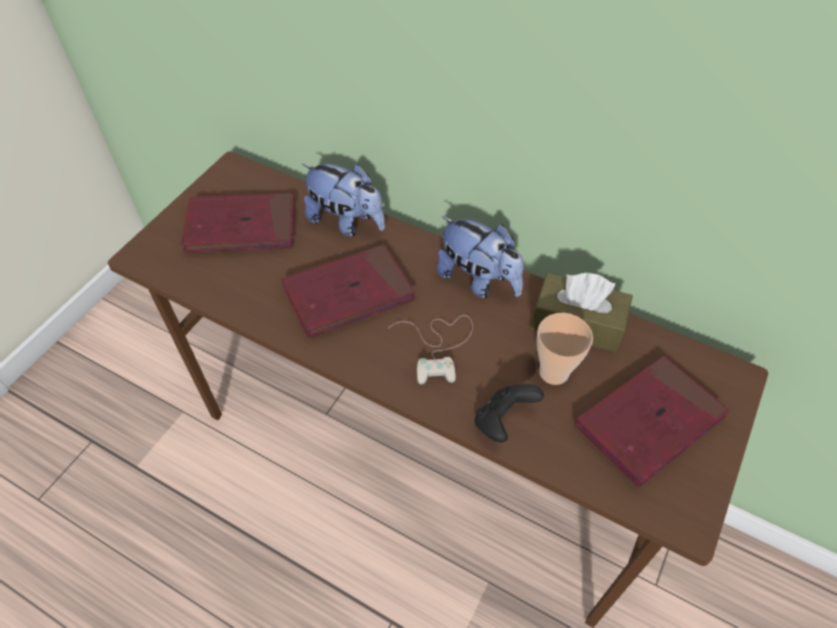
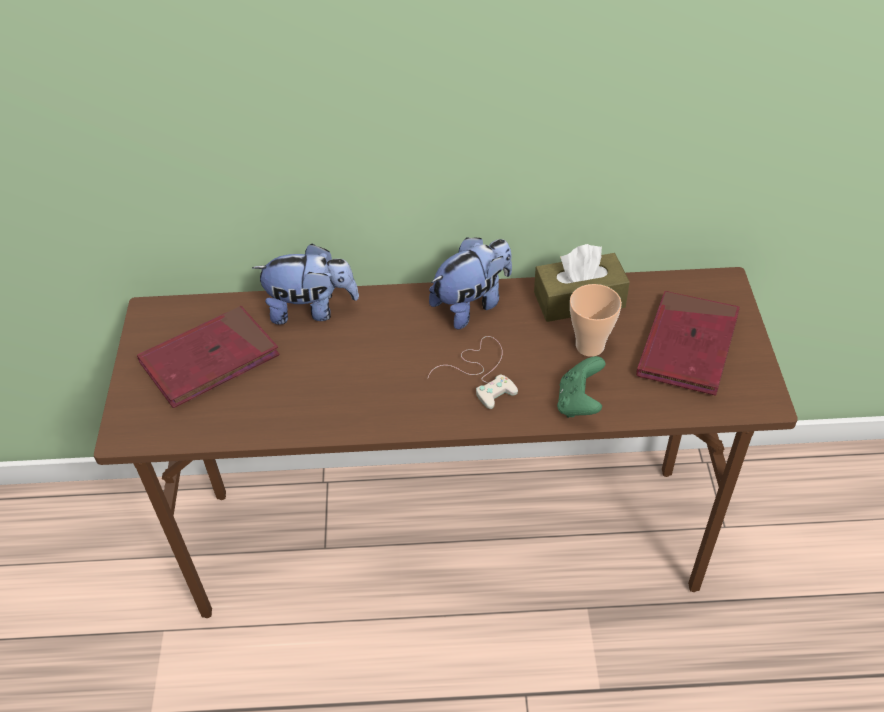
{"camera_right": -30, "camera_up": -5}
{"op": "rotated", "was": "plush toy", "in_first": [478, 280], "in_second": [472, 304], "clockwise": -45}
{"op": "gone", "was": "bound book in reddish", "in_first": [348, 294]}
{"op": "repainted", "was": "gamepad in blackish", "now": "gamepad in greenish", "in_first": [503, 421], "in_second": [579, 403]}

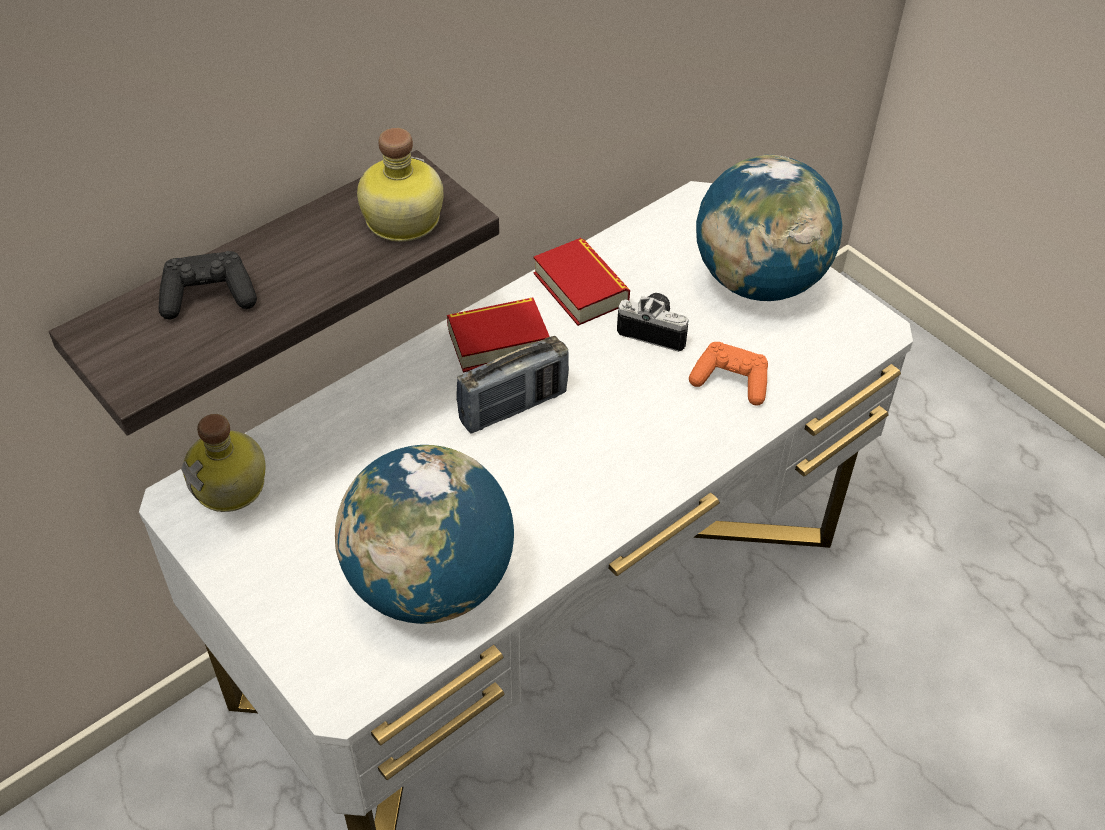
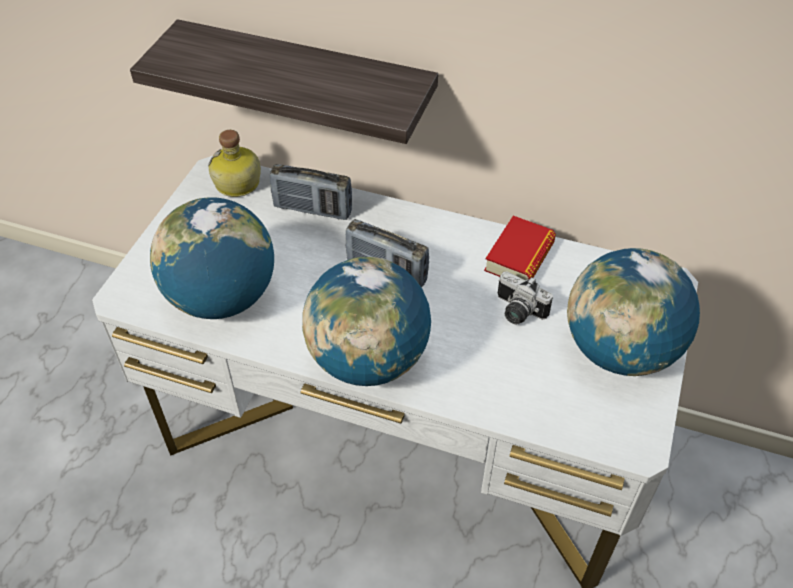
{"camera_right": 60, "camera_up": 0}
{"op": "gone", "was": "beverage bottle", "in_first": [400, 220]}
{"op": "gone", "was": "gamepad in blackish", "in_first": [208, 297]}
{"op": "rotated", "was": "photo camera", "in_first": [655, 329], "in_second": [517, 312], "clockwise": 135}
{"op": "gone", "was": "bound book", "in_first": [498, 341]}
{"op": "gone", "was": "gamepad in orange-coloured", "in_first": [731, 381]}
{"op": "new", "now": "radio set", "in_second": [312, 209]}
{"op": "new", "now": "world globe", "in_second": [368, 360]}

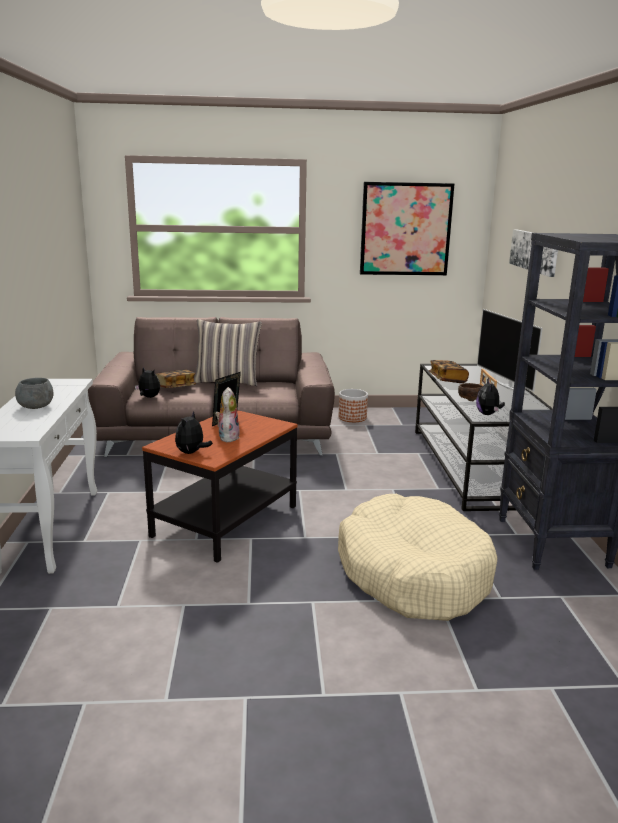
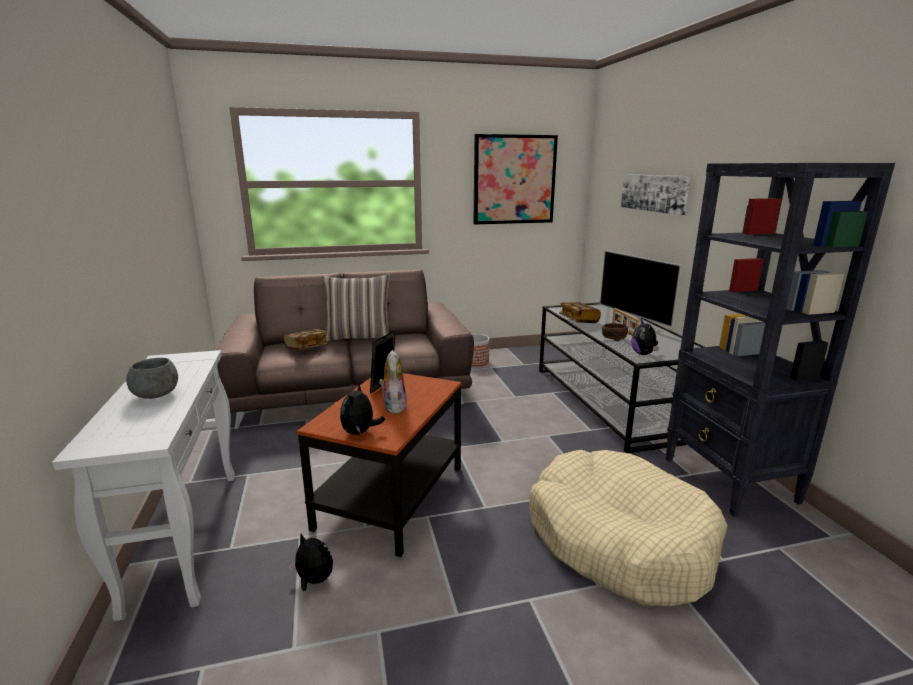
{"camera_right": -10, "camera_up": 0}
{"op": "shifted", "was": "plush toy", "in_first": [148, 397], "in_second": [313, 580]}

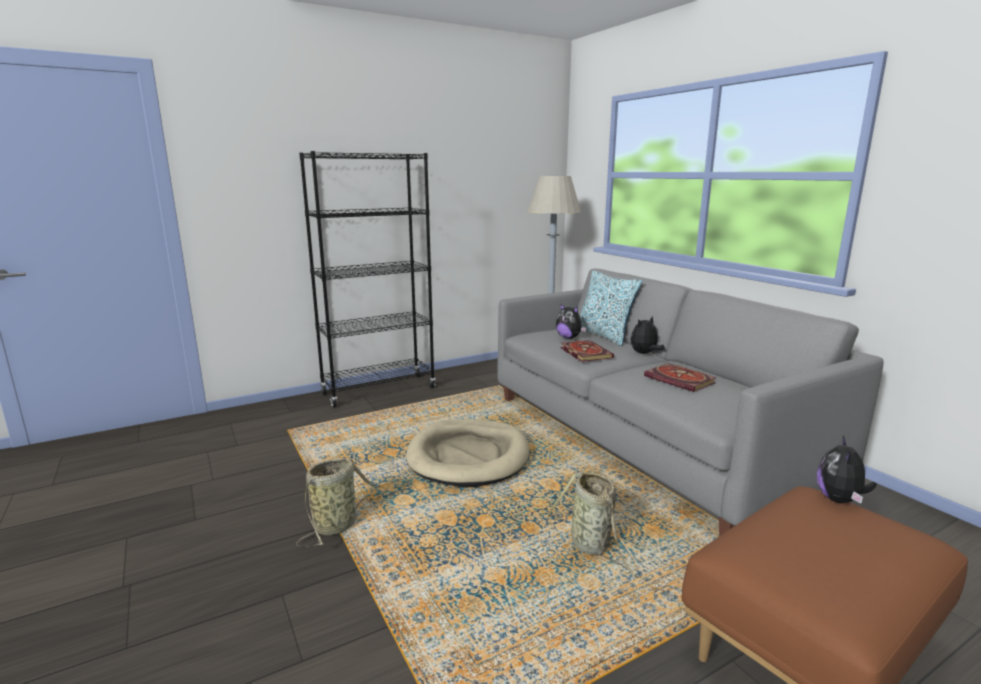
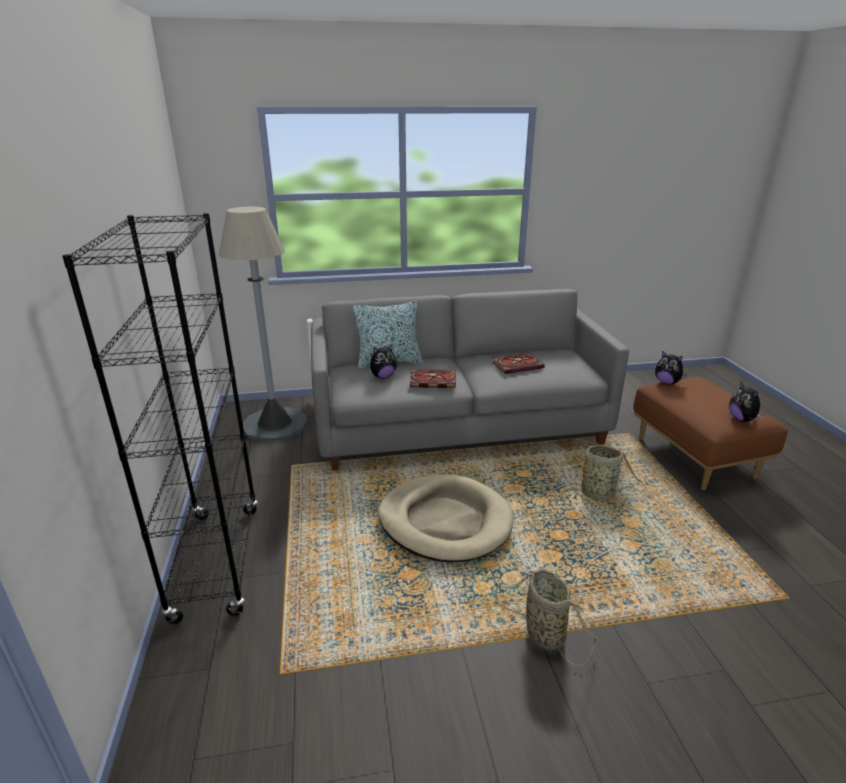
{"camera_right": -70, "camera_up": 10}
{"op": "shifted", "was": "plush toy", "in_first": [644, 353], "in_second": [742, 419]}

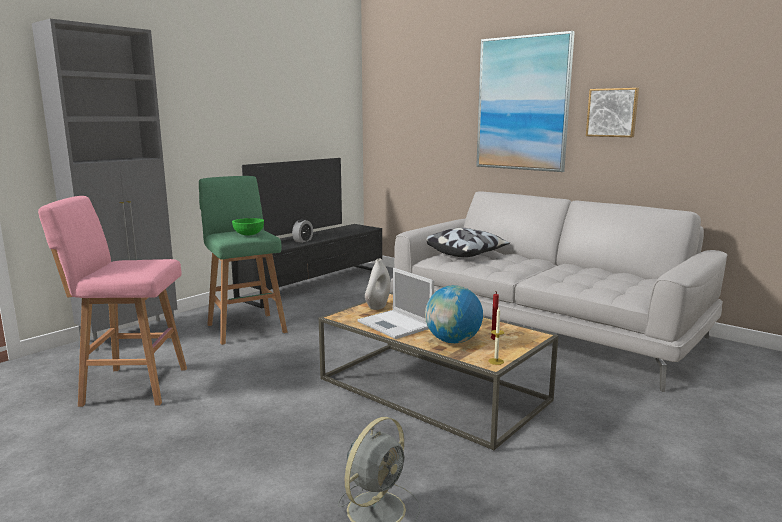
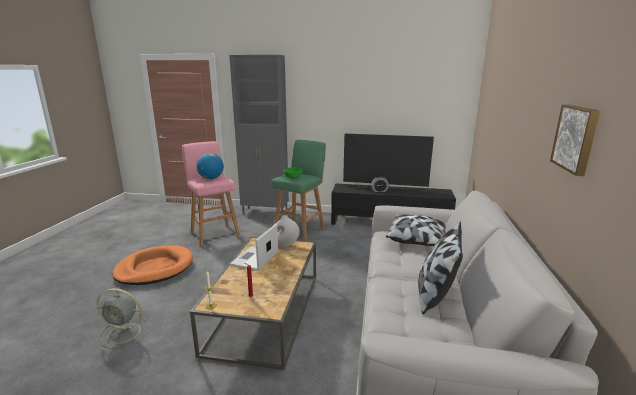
{"camera_right": 60, "camera_up": 5}
{"op": "gone", "was": "wall art", "in_first": [522, 104]}
{"op": "shifted", "was": "world globe", "in_first": [453, 341], "in_second": [211, 178]}
{"op": "new", "now": "cushion", "in_second": [435, 295]}
{"op": "new", "now": "dog bed in orange-coloured", "in_second": [155, 268]}

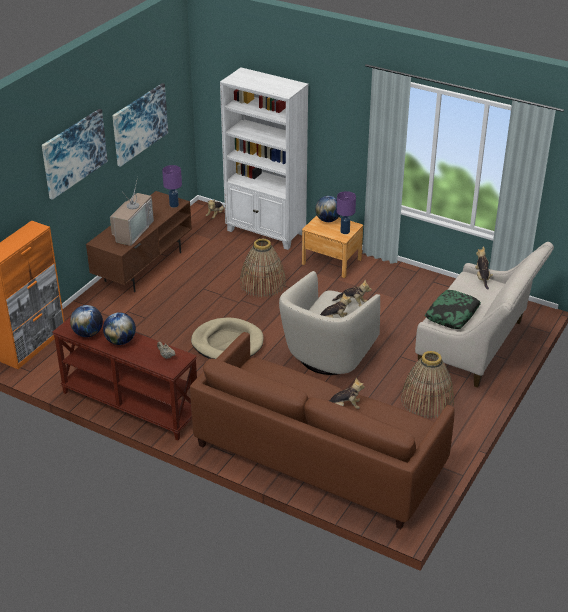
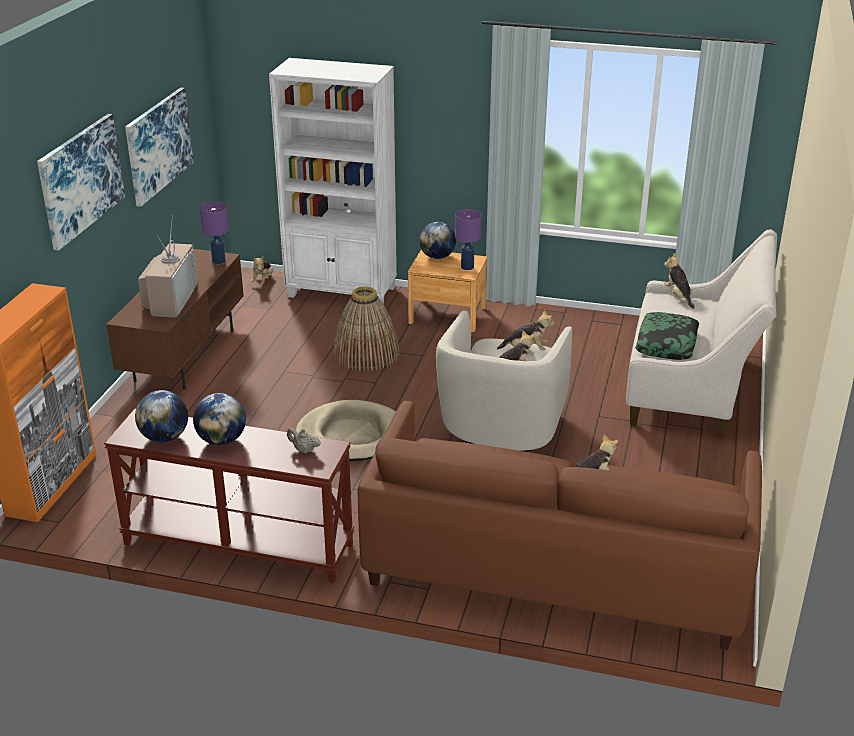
{"camera_right": -15, "camera_up": -5}
{"op": "gone", "was": "household basket", "in_first": [427, 400]}

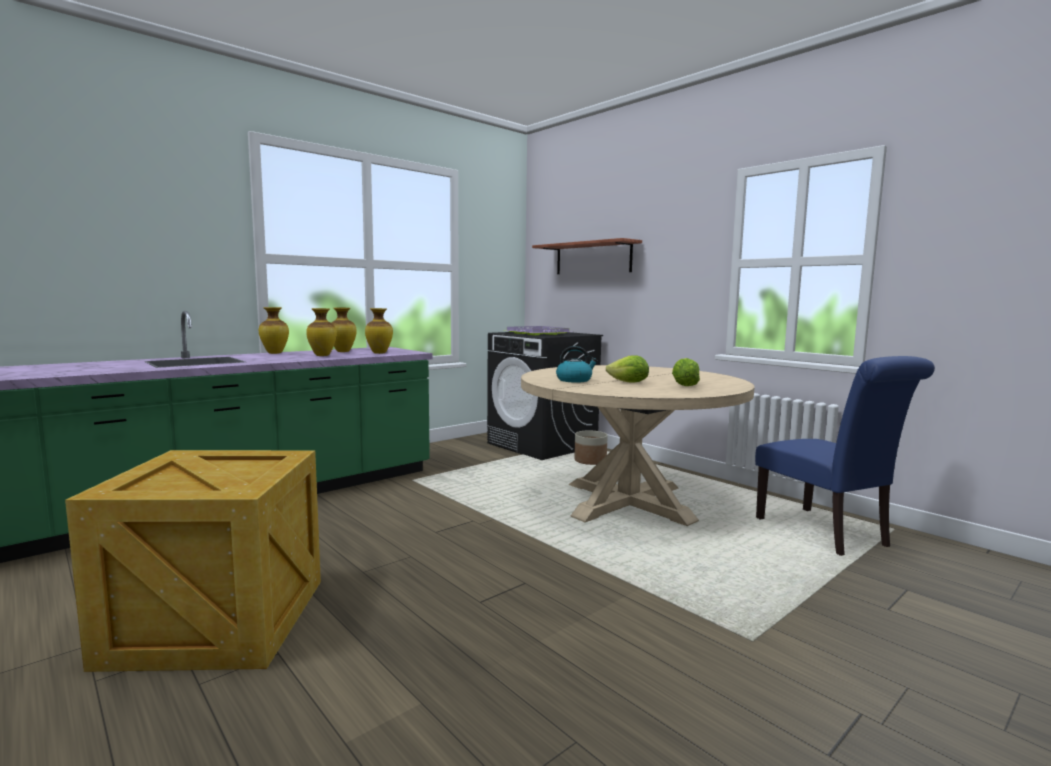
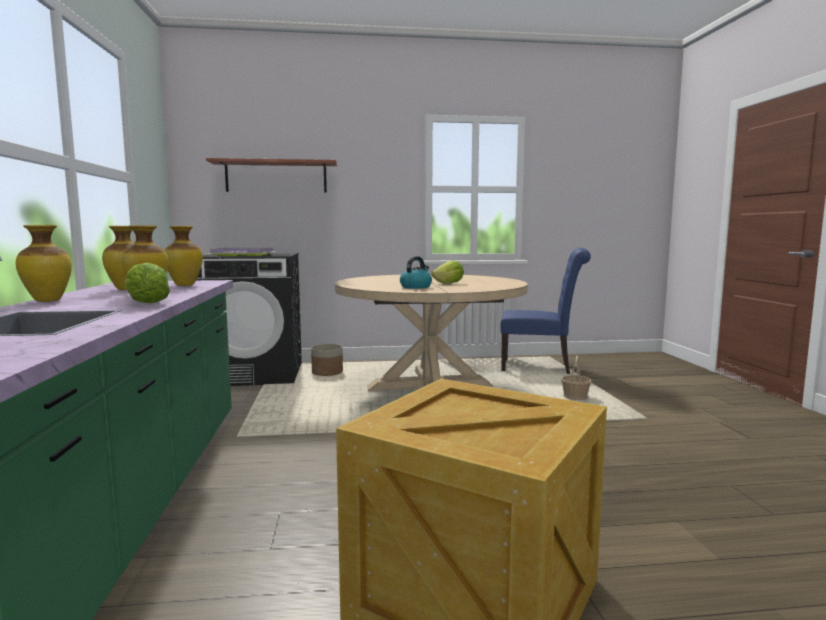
{"camera_right": -55, "camera_up": 0}
{"op": "shifted", "was": "lettuce head", "in_first": [684, 386], "in_second": [146, 303]}
{"op": "new", "now": "household basket", "in_second": [575, 397]}

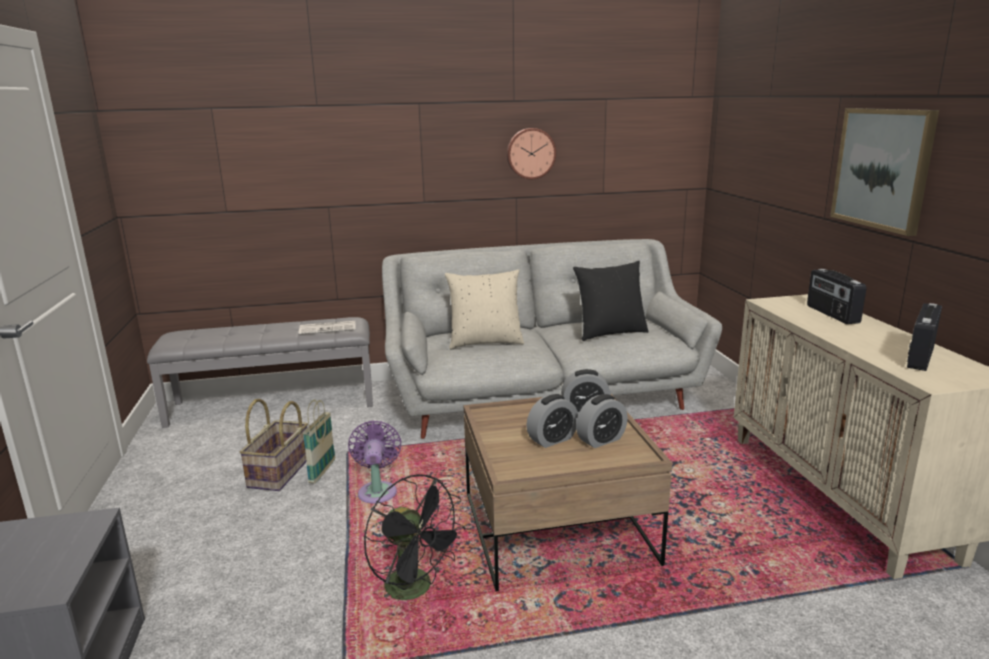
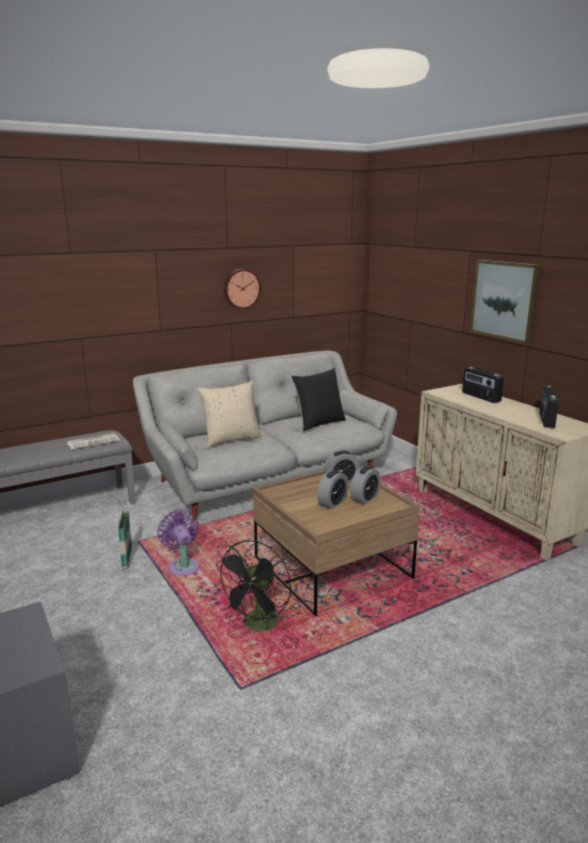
{"camera_right": -20, "camera_up": 0}
{"op": "gone", "was": "household basket", "in_first": [280, 472]}
{"op": "rotated", "was": "fan in blackish", "in_first": [416, 590], "in_second": [258, 627], "clockwise": 90}

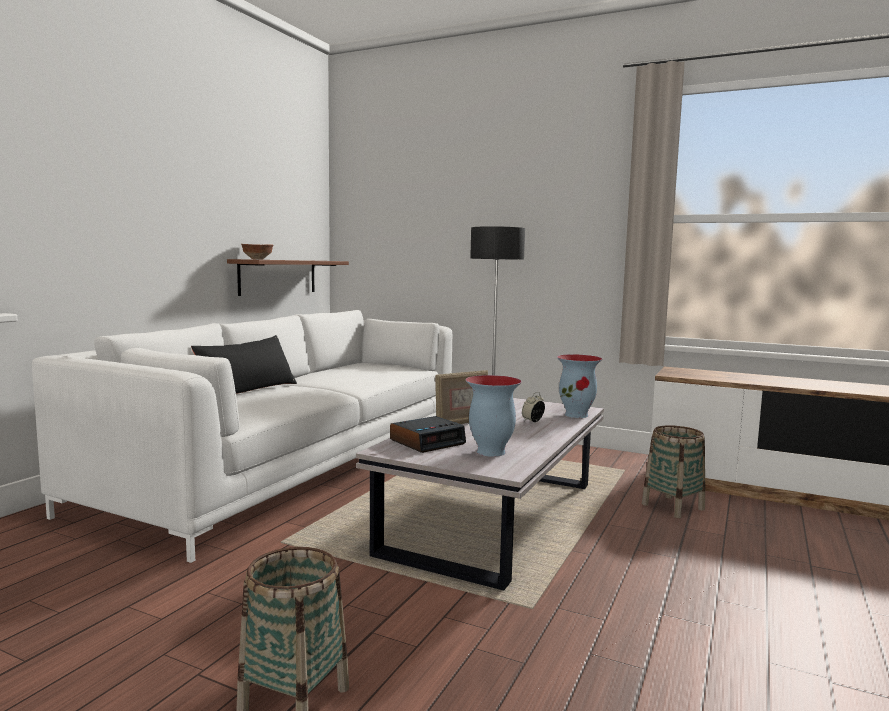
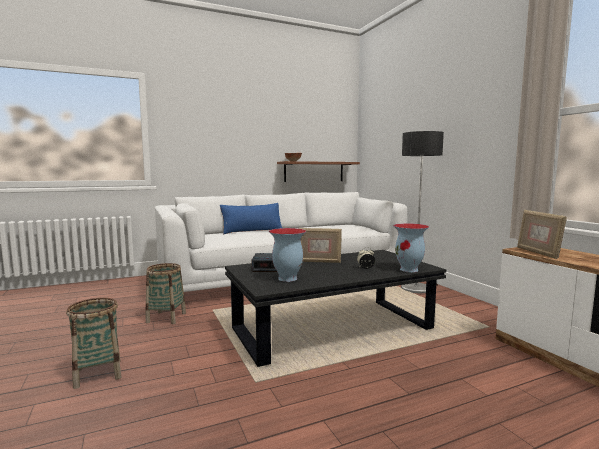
{"camera_right": 40, "camera_up": 0}
{"op": "repainted", "was": "cushion in blackish", "now": "cushion in blue-coloured", "in_first": [248, 390], "in_second": [252, 231]}
{"op": "repainted", "was": "coffee table in whitish", "now": "coffee table in blackish", "in_first": [495, 517], "in_second": [333, 329]}
{"op": "shifted", "was": "household basket", "in_first": [673, 507], "in_second": [166, 318]}
{"op": "new", "now": "standing frame", "in_second": [538, 253]}

